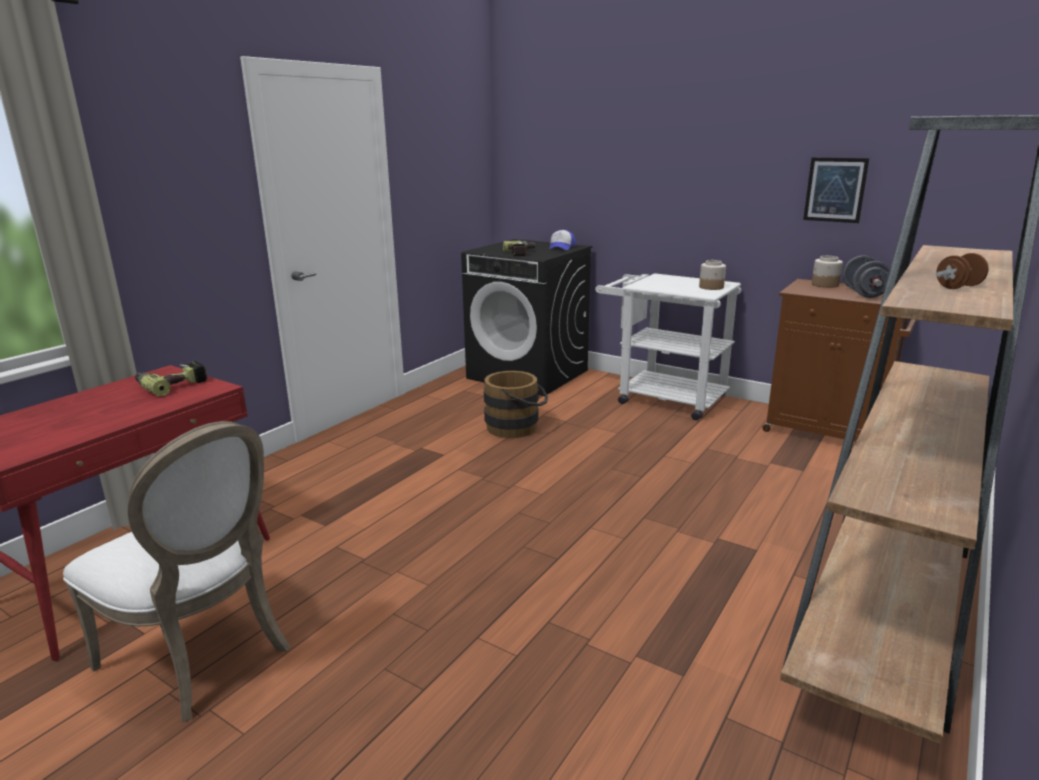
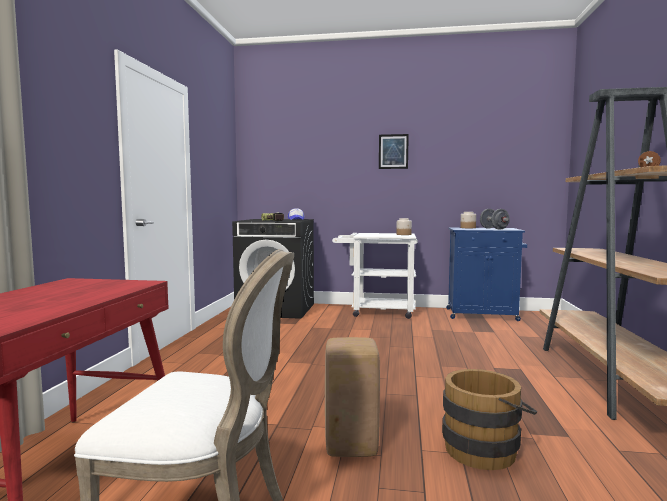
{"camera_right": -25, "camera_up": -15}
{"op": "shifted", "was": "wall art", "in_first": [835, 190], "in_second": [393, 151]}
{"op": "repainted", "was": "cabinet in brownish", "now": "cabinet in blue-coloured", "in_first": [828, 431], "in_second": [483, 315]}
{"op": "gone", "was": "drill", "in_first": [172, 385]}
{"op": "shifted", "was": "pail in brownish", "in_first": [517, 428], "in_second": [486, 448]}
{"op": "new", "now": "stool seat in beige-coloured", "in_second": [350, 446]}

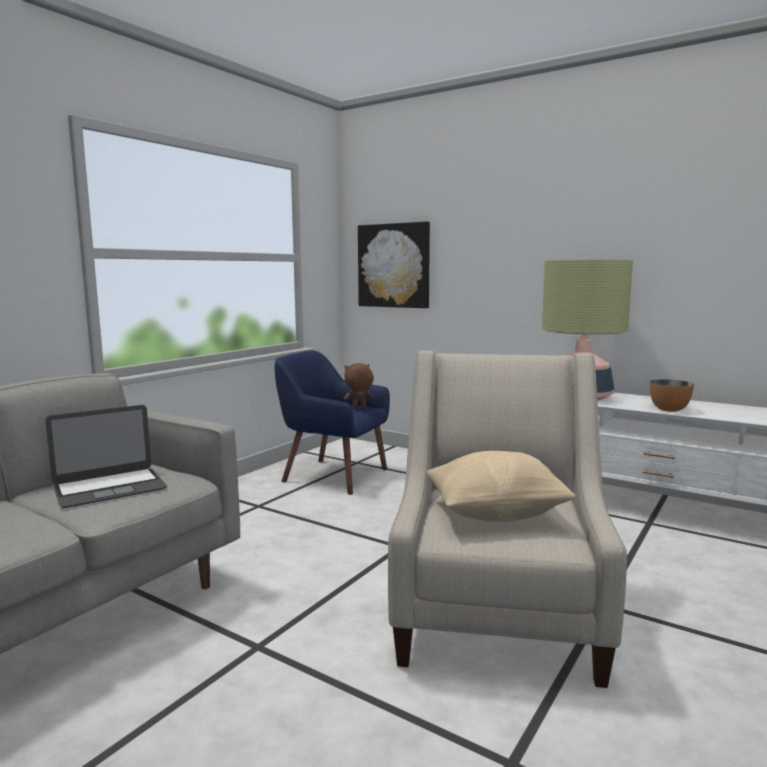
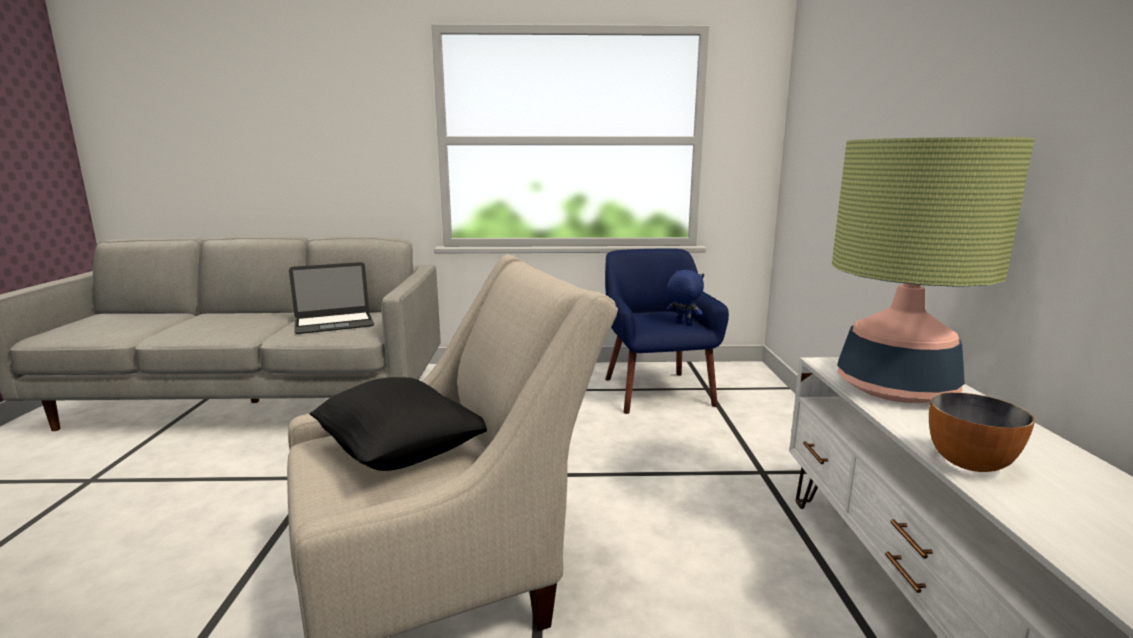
{"camera_right": 55, "camera_up": 5}
{"op": "gone", "was": "wall art", "in_first": [394, 265]}
{"op": "repainted", "was": "plush toy in brownish", "now": "plush toy in blue-coloured", "in_first": [359, 408], "in_second": [683, 323]}
{"op": "rotated", "was": "laptop", "in_first": [109, 487], "in_second": [334, 323], "clockwise": -45}
{"op": "repainted", "was": "cushion in beige-coloured", "now": "cushion in blackish", "in_first": [496, 514], "in_second": [400, 454]}

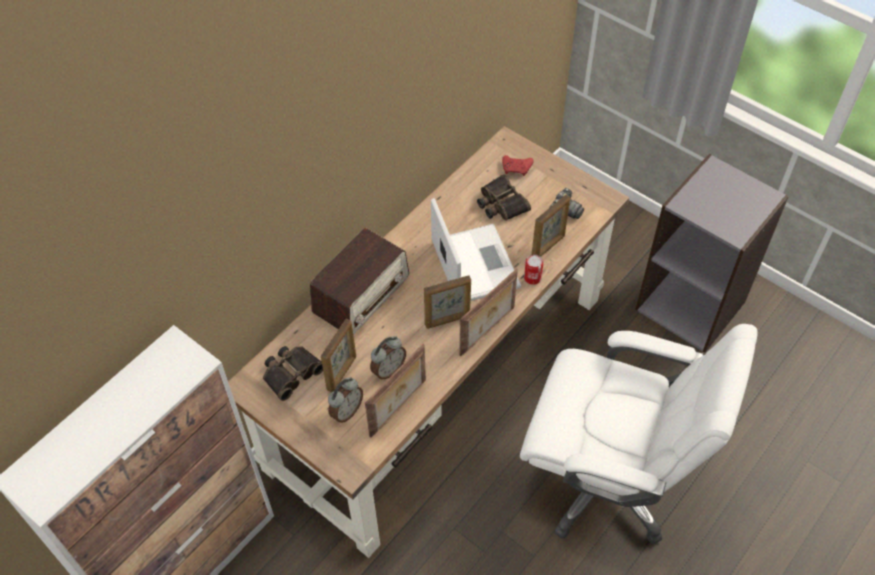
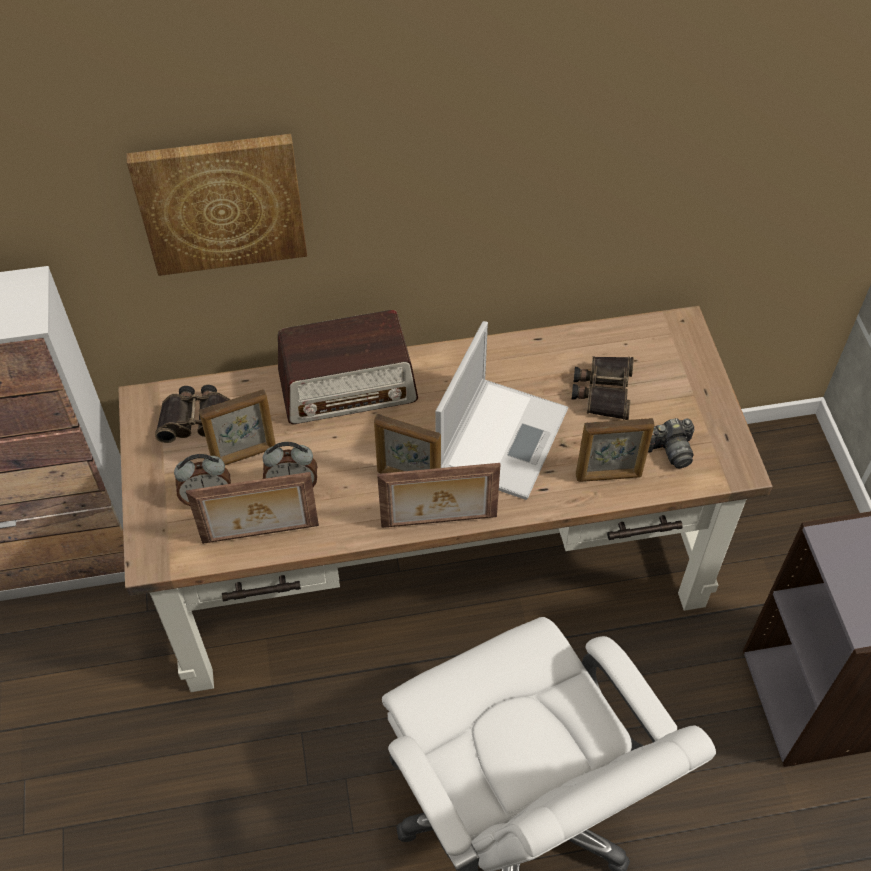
{"camera_right": 40, "camera_up": 0}
{"op": "gone", "was": "gamepad in reddish", "in_first": [517, 168]}
{"op": "gone", "was": "sealed can", "in_first": [532, 278]}
{"op": "new", "now": "wall art", "in_second": [221, 202]}

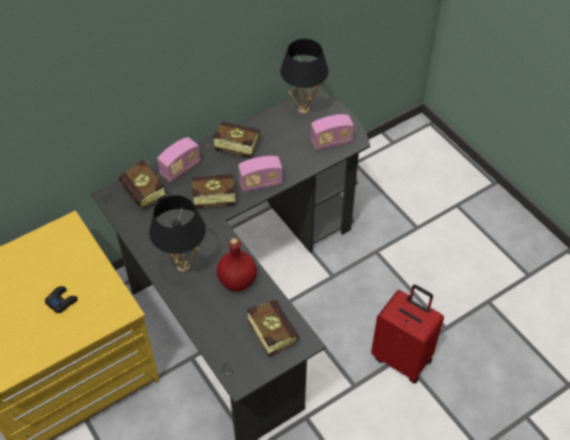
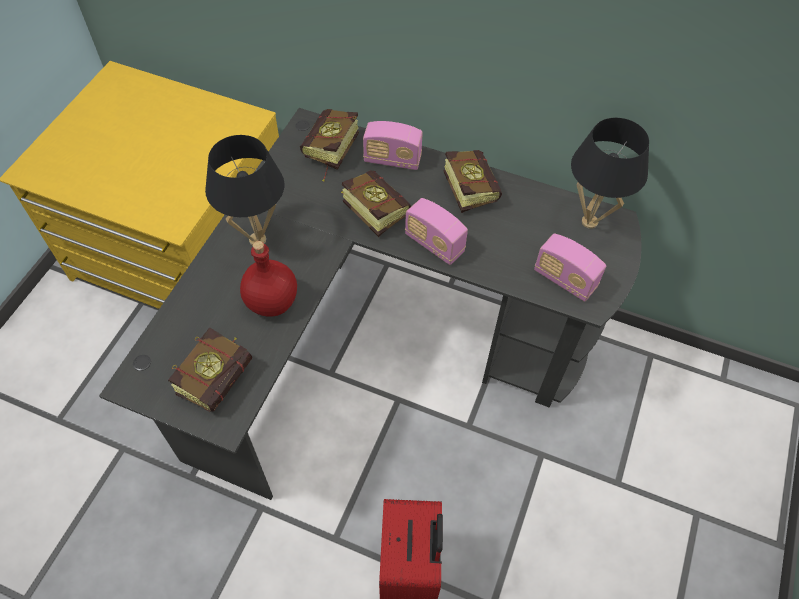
{"camera_right": 55, "camera_up": 5}
{"op": "gone", "was": "gamepad in blackish", "in_first": [61, 301]}

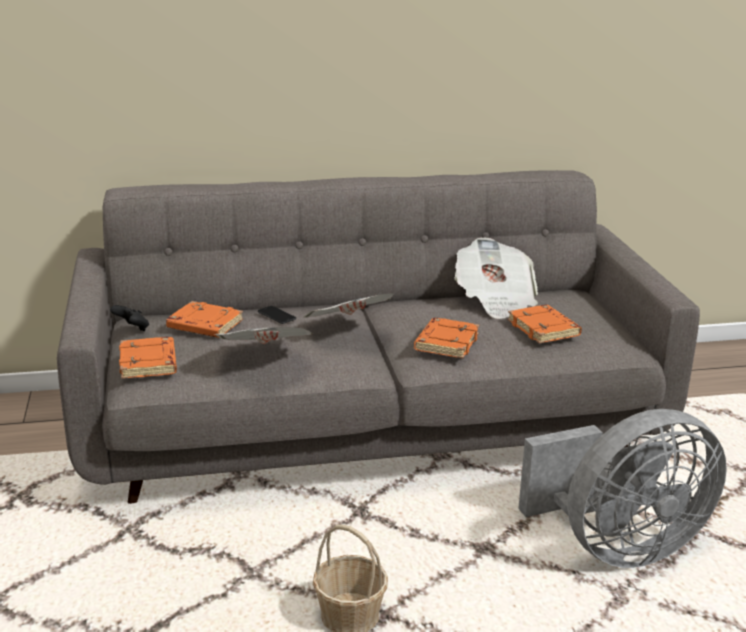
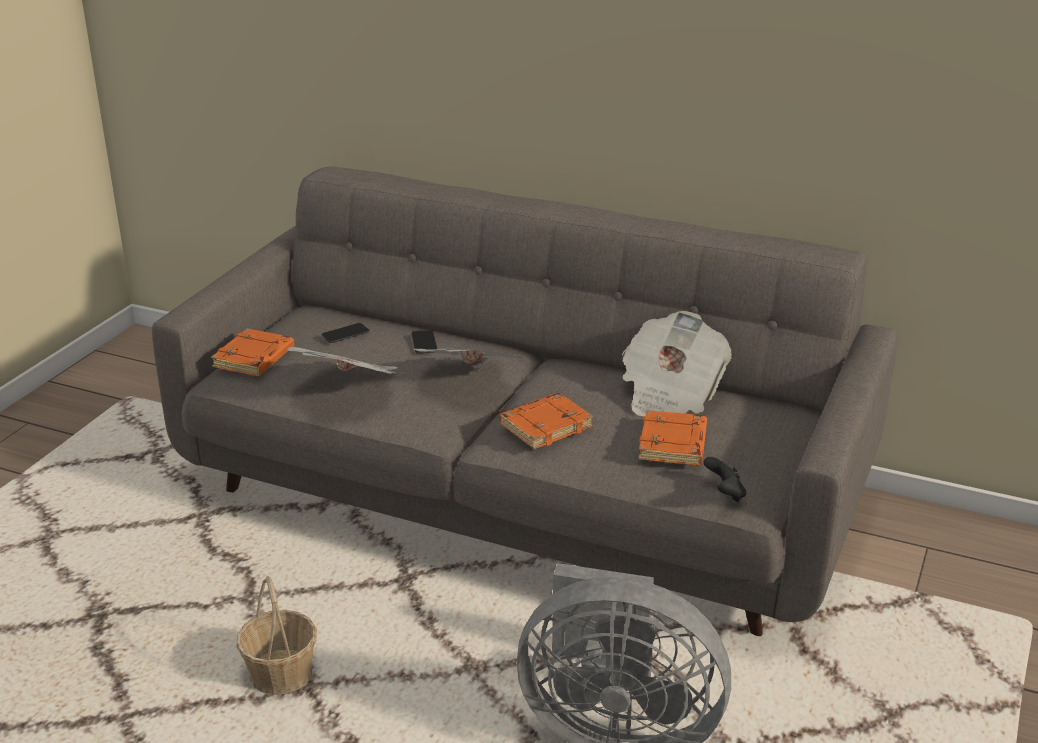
{"camera_right": 35, "camera_up": 5}
{"op": "swapped", "was": "bound book in orange-coloured", "now": "handset", "in_first": [204, 325], "in_second": [345, 334]}
{"op": "shifted", "was": "gamepad in blackish", "in_first": [132, 329], "in_second": [725, 493]}

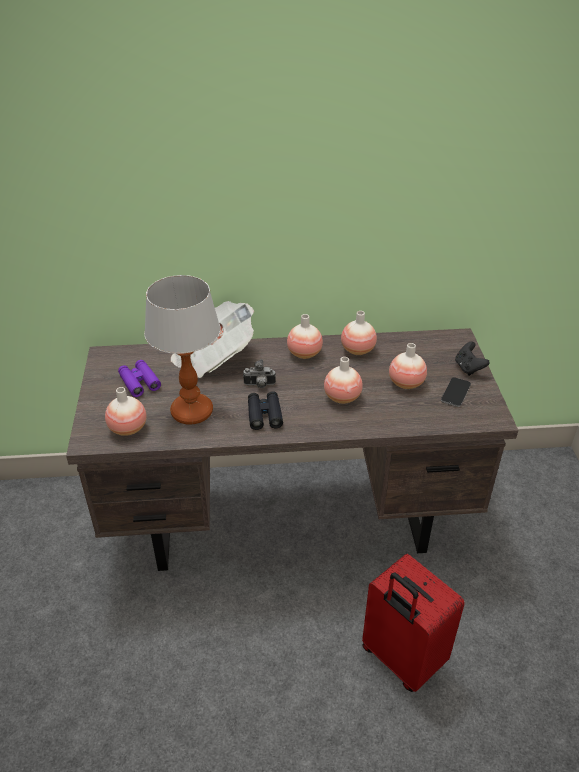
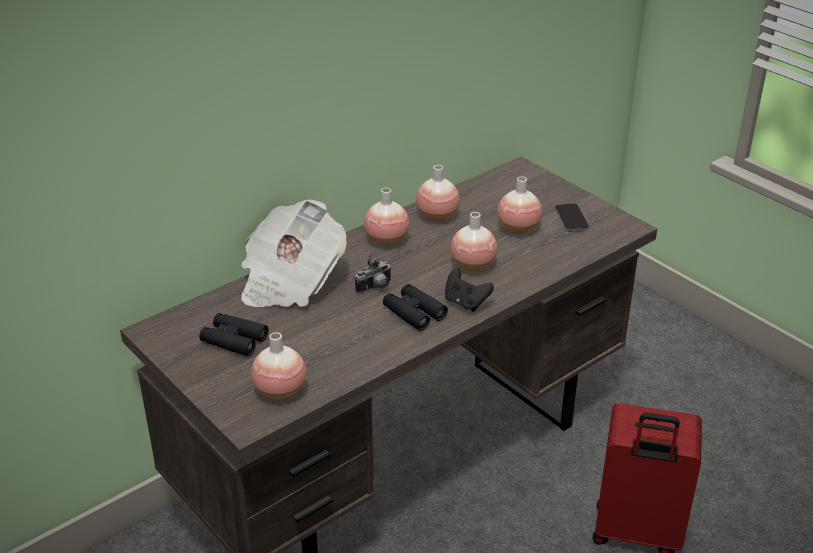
{"camera_right": -35, "camera_up": -5}
{"op": "gone", "was": "tabletop lamp", "in_first": [192, 413]}
{"op": "shifted", "was": "gamepad in blackish", "in_first": [468, 368], "in_second": [465, 303]}
{"op": "repainted", "was": "binoculars in purple", "now": "binoculars in blackish", "in_first": [139, 382], "in_second": [234, 340]}

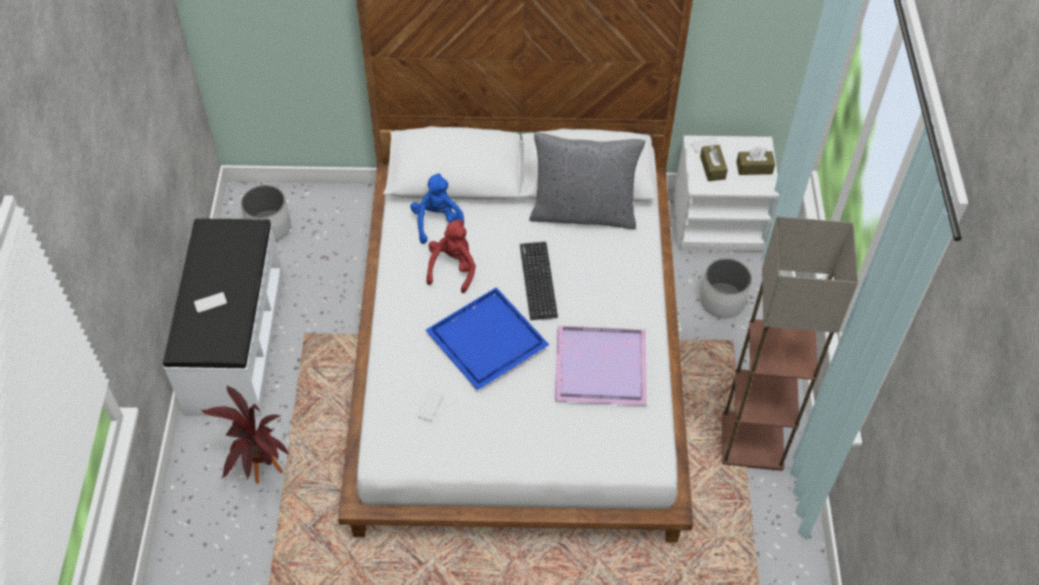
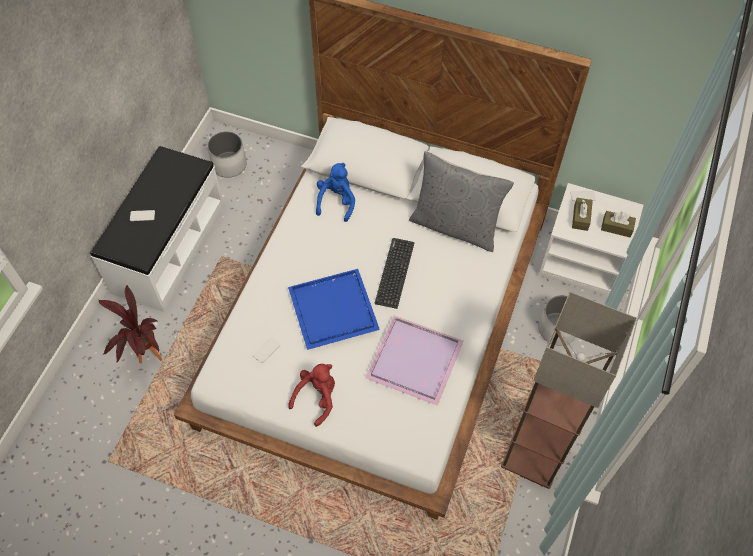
{"camera_right": 20, "camera_up": 5}
{"op": "shifted", "was": "plush toy in reddish", "in_first": [452, 268], "in_second": [317, 397]}

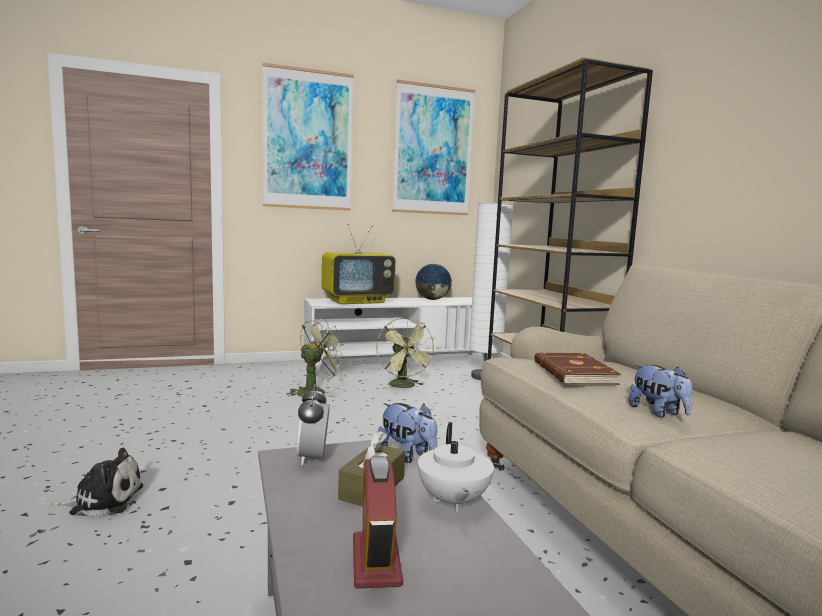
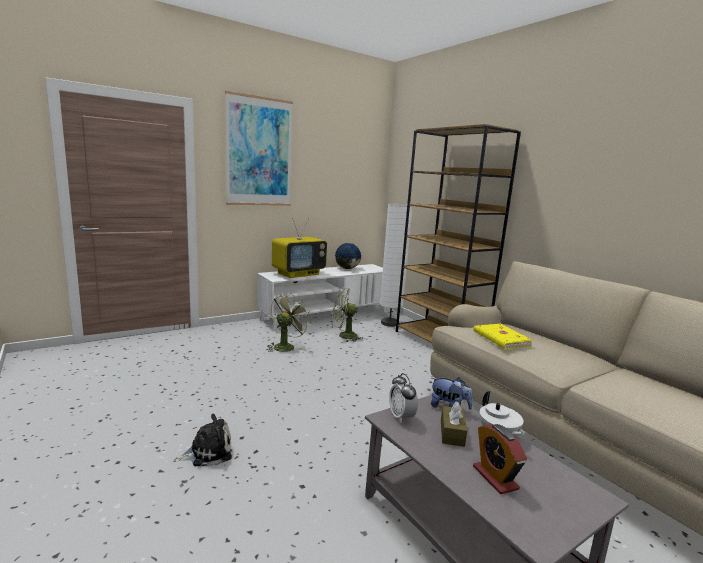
{"camera_right": -15, "camera_up": 5}
{"op": "gone", "was": "wall art", "in_first": [433, 150]}
{"op": "rotated", "was": "fan in greenish", "in_first": [404, 386], "in_second": [343, 336], "clockwise": 120}
{"op": "repainted", "was": "bound book in brownish", "now": "bound book in yellowish", "in_first": [572, 373], "in_second": [501, 339]}
{"op": "gone", "was": "plush toy", "in_first": [658, 412]}

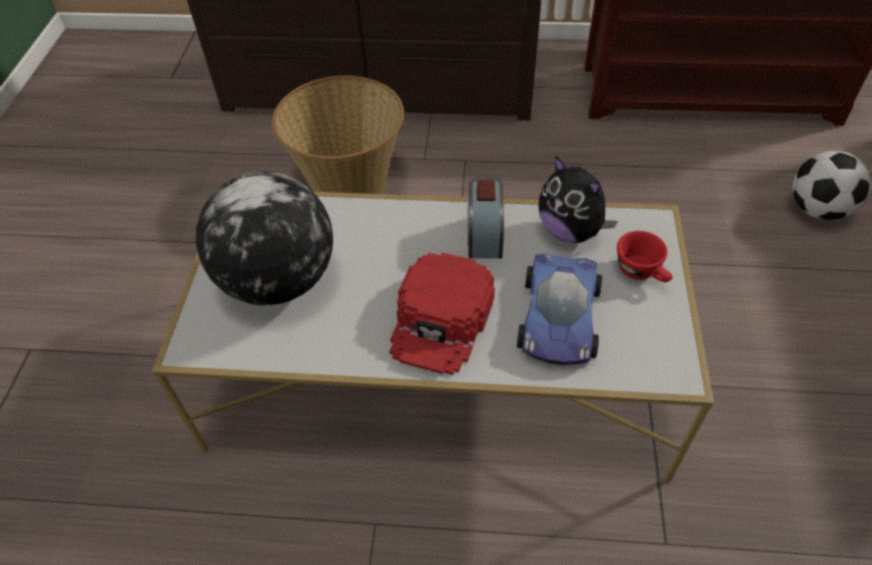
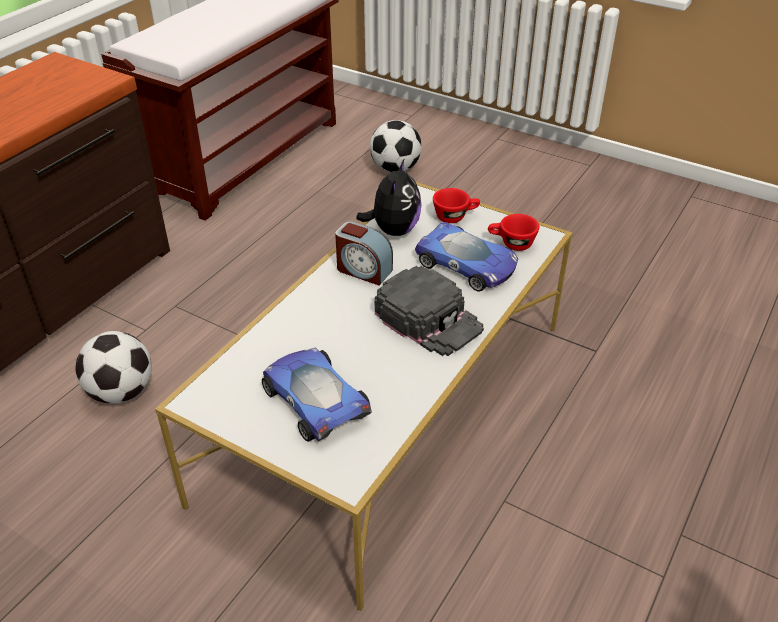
{"camera_right": -65, "camera_up": -10}
{"op": "swapped", "was": "household basket", "now": "football ball", "in_first": [349, 183], "in_second": [121, 392]}
{"op": "rotated", "was": "plush toy", "in_first": [570, 231], "in_second": [393, 230], "clockwise": -60}
{"op": "swapped", "was": "world globe", "now": "toy car", "in_first": [278, 281], "in_second": [315, 400]}
{"op": "repainted", "was": "baseball cap in reddish", "now": "baseball cap in blackish", "in_first": [442, 319], "in_second": [429, 318]}
{"op": "new", "now": "small cup in reddish", "in_second": [511, 244]}

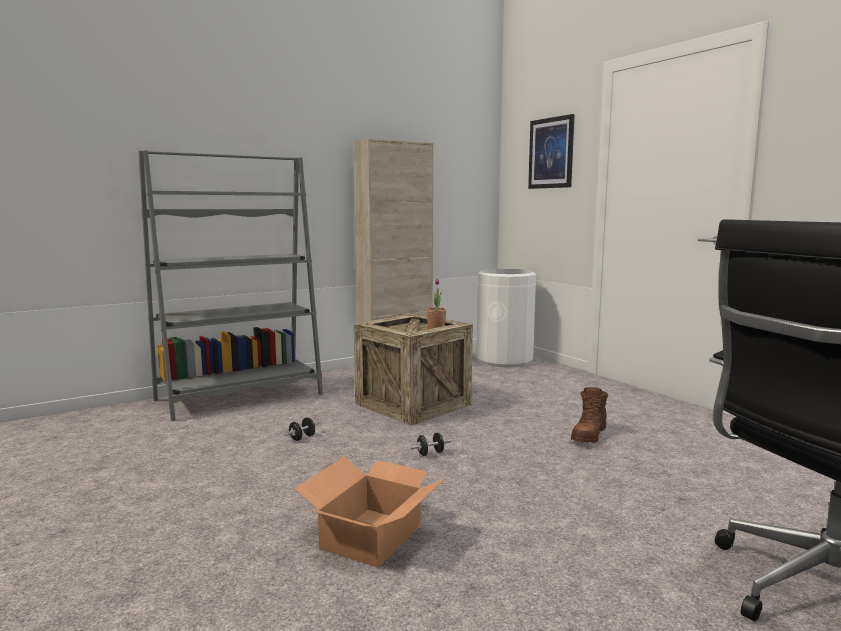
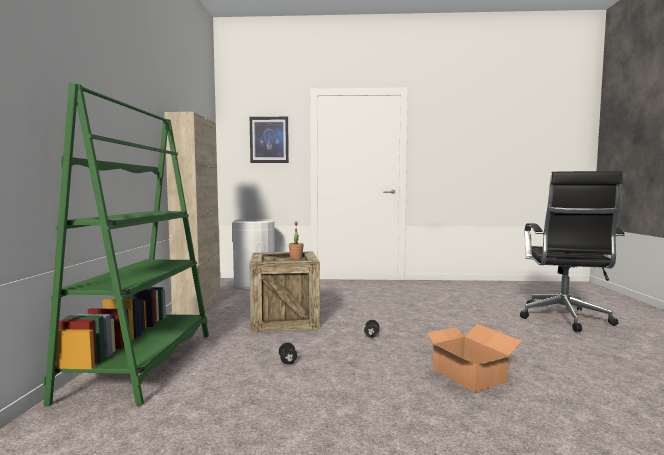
{"camera_right": -55, "camera_up": -5}
{"op": "repainted", "was": "bookcase in grey", "now": "bookcase in greenish", "in_first": [240, 397], "in_second": [142, 364]}
{"op": "gone", "was": "high-top boot in brownish", "in_first": [589, 435]}

